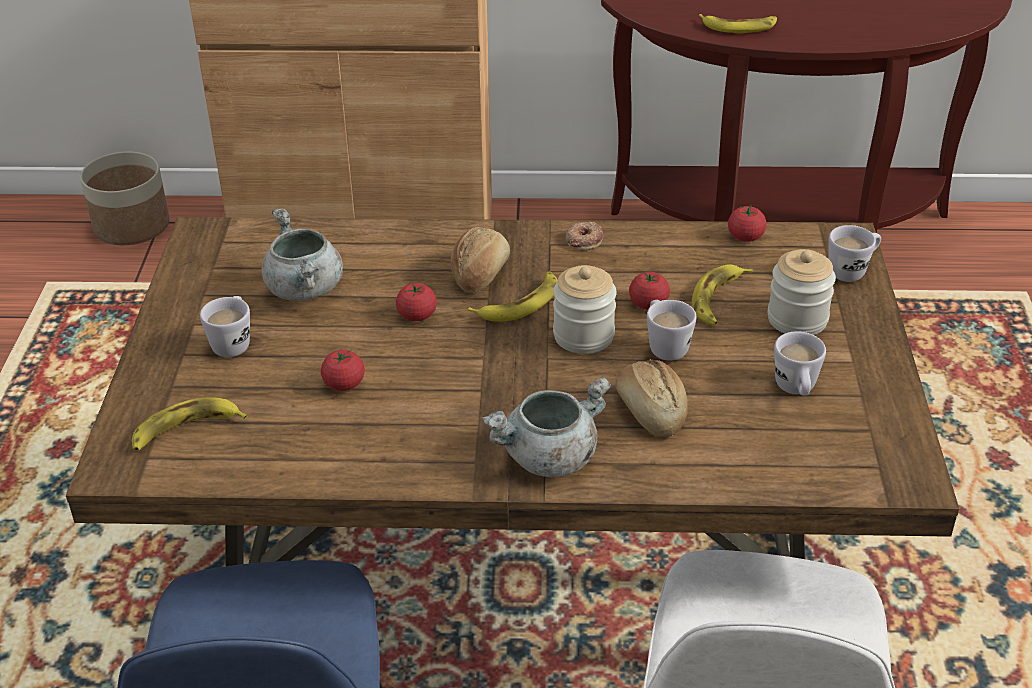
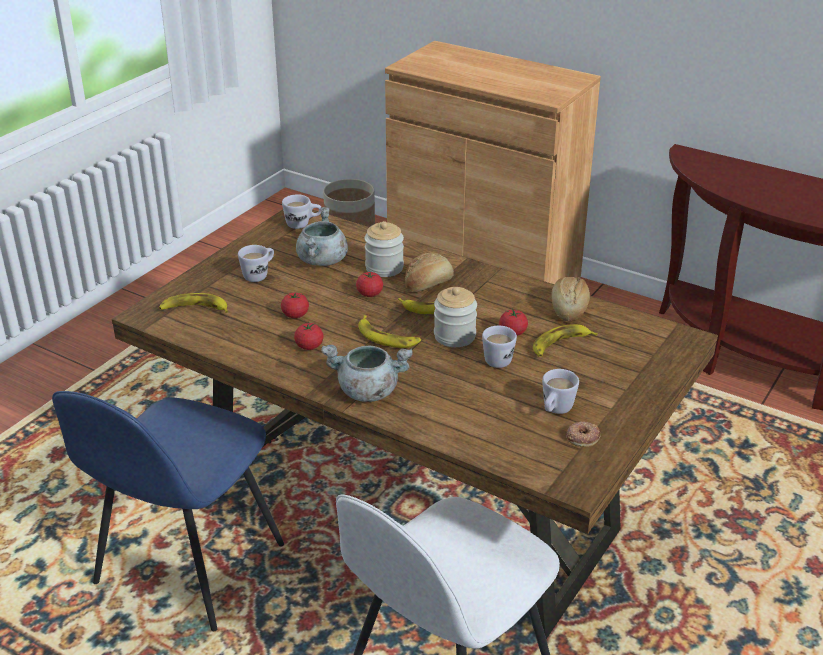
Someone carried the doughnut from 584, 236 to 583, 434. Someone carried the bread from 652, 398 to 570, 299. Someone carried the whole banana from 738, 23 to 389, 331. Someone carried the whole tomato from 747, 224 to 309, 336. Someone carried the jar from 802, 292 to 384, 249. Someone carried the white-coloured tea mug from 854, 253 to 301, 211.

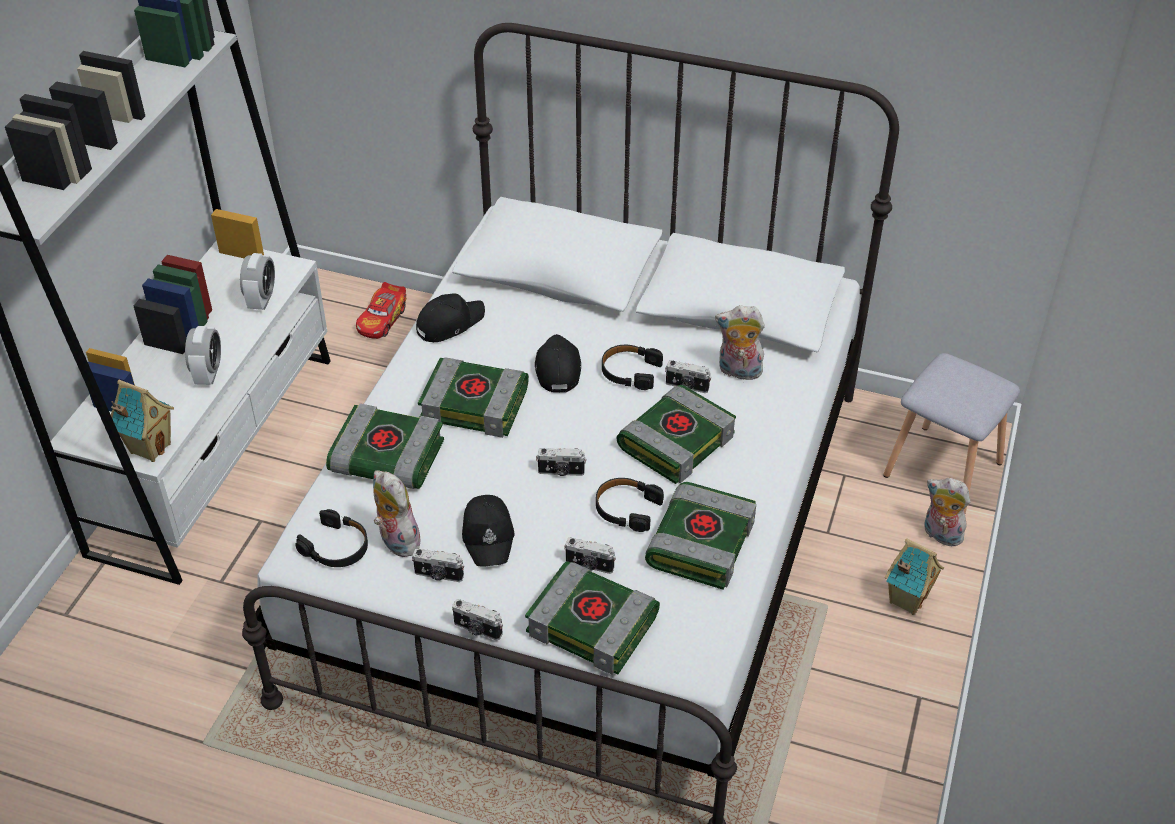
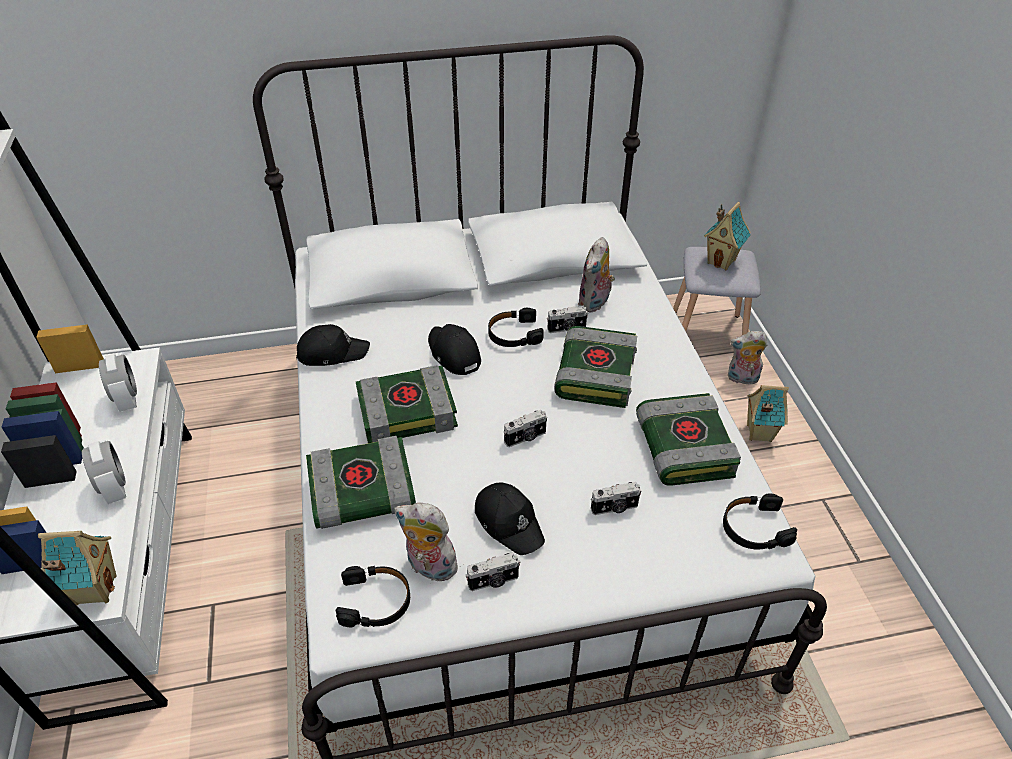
Someone took away the miniature car at 381, 310. Someone rotated the blackish cap at 450, 318 by 60 degrees clockwise. Someone took away the photo camera at 477, 619. Someone took away the book at 592, 618. Someone carried the blackish headset from 630, 505 to 760, 521. Someone rotated the plush toy at 740, 342 by 45 degrees counterclockwise. Someone put down the miniature house at 727, 236.

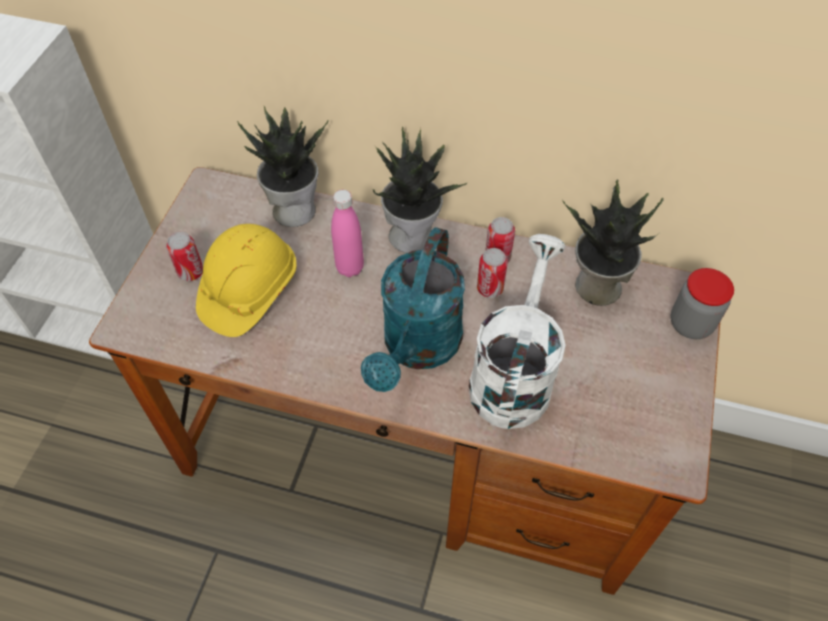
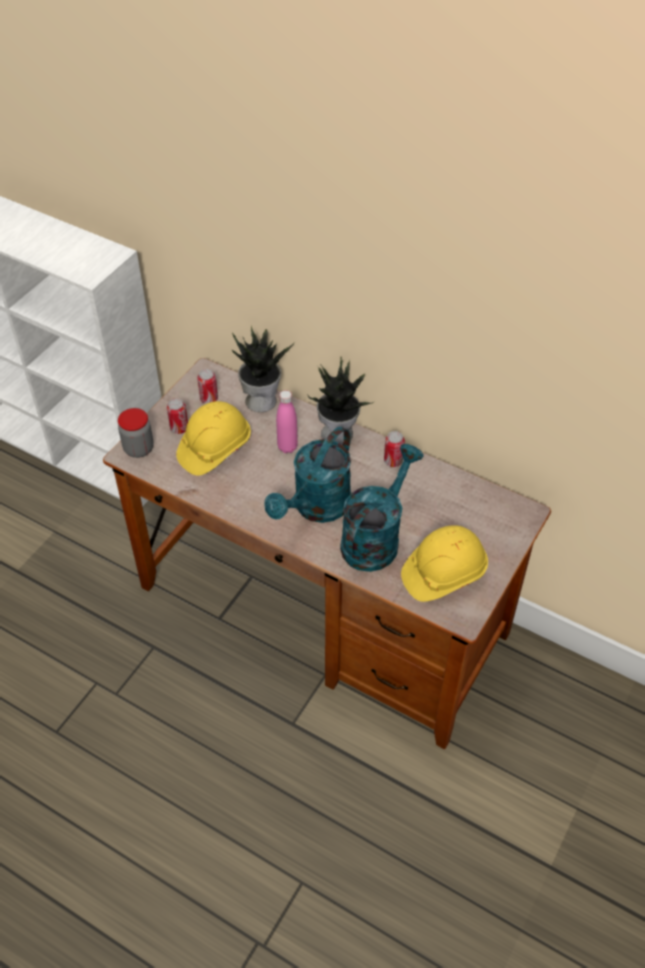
Someone repainted the white-coloured watering can at 517, 331, which became the blue-green watering can at 382, 508. Someone carried the can from 492, 273 to 207, 386. Someone took away the plant in a pot at 613, 243. Someone carried the jar from 702, 303 to 136, 433. Someone put down the yellow hard hat at 444, 563.

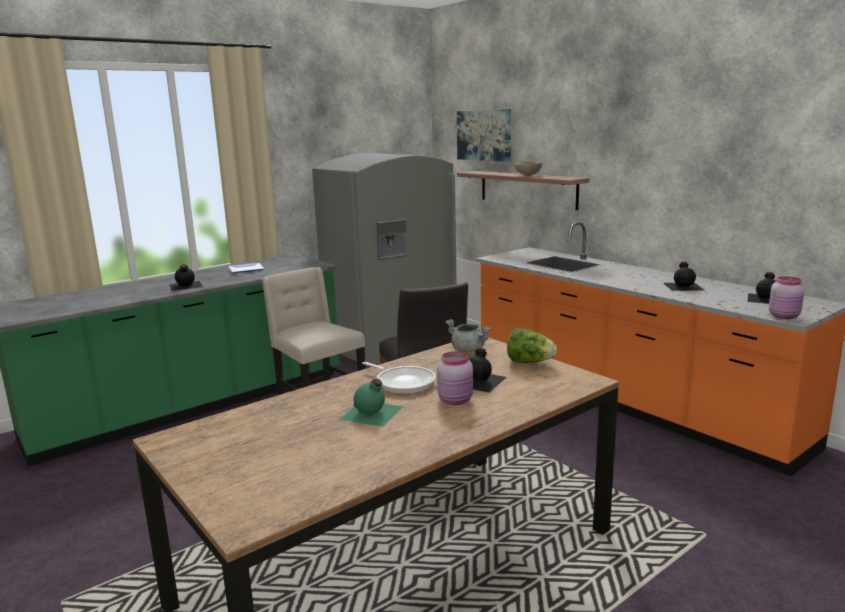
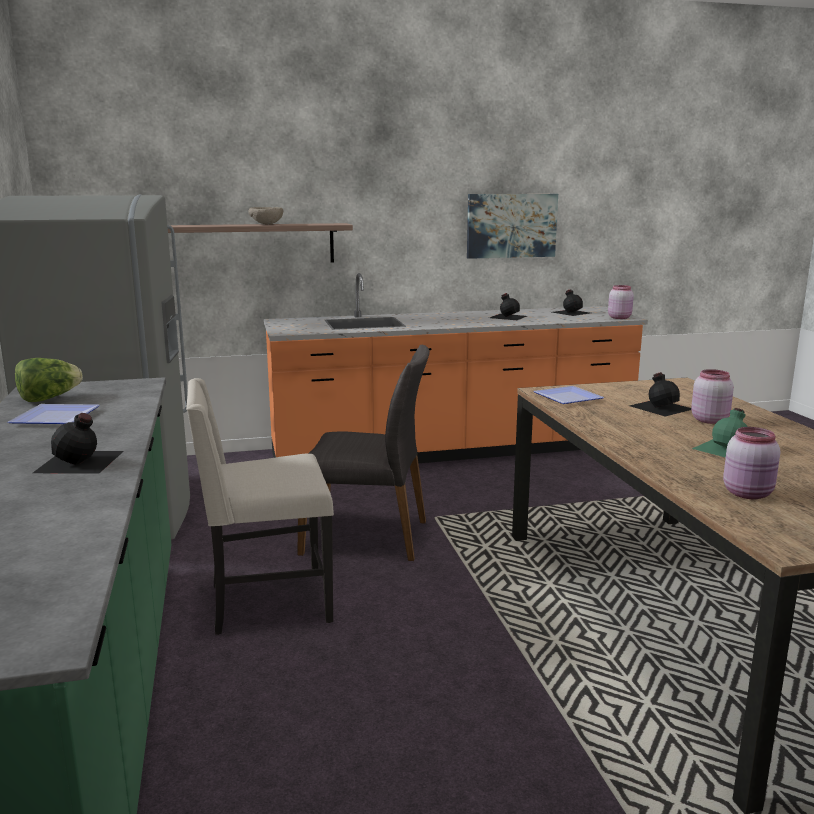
Someone took away the frying pan at 399, 378. Someone swapped the grey stockpot at 468, 335 for the dinner plate at 568, 395. Someone carried the picture from 484, 135 to 512, 226. Someone carried the lettuce head from 532, 345 to 49, 380. Someone put down the pink jar at 751, 463.

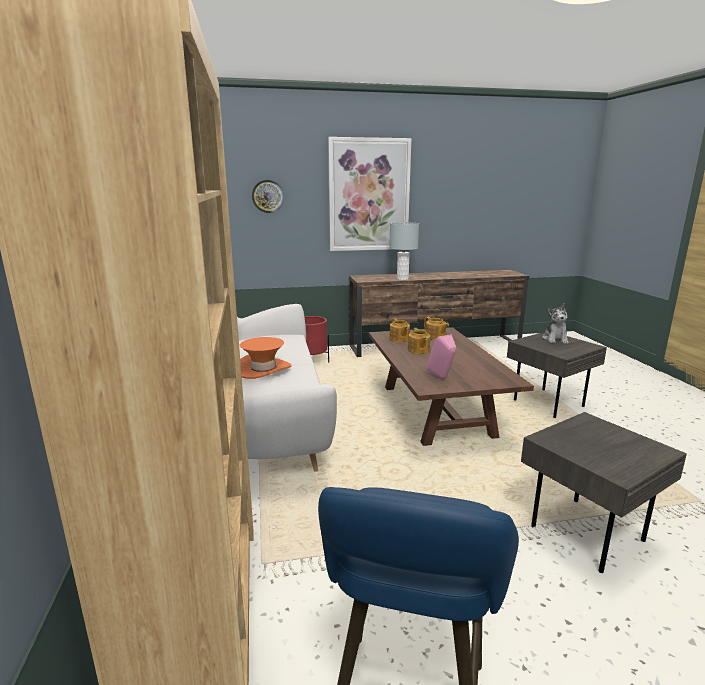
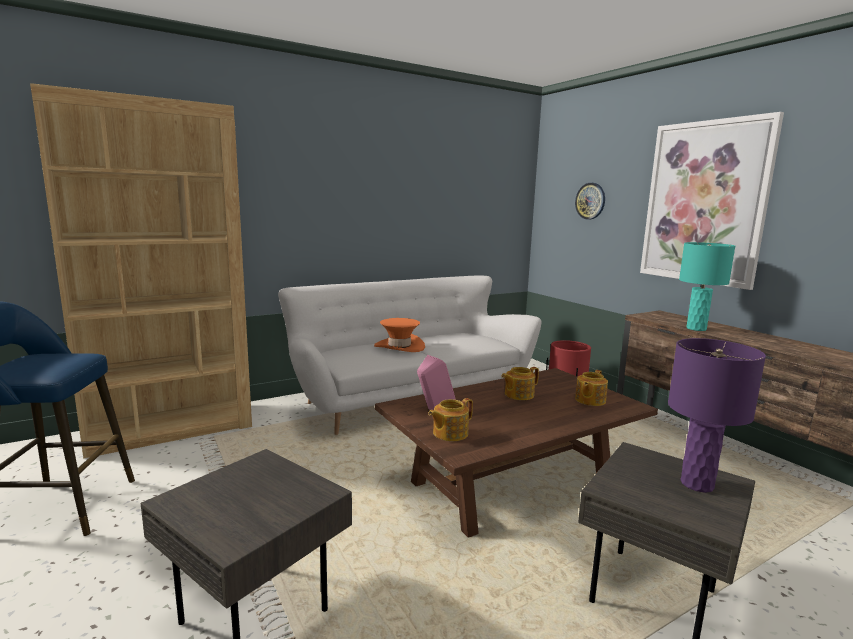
Someone repainted the grey lamp for a table at 404, 251, which became the blue-green lamp for a table at 707, 286. Someone carried the pot for tea from 399, 330 to 450, 419. Someone swapped the plush toy at 556, 323 for the purple-coloured lamp for a table at 717, 415.

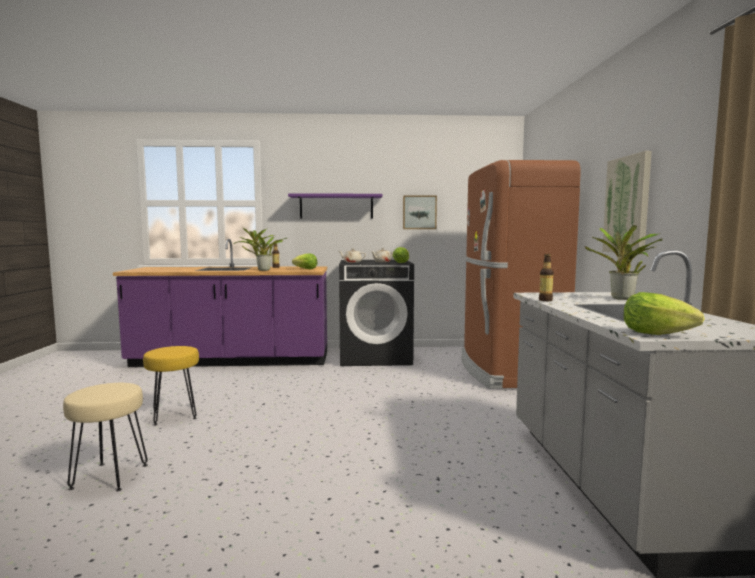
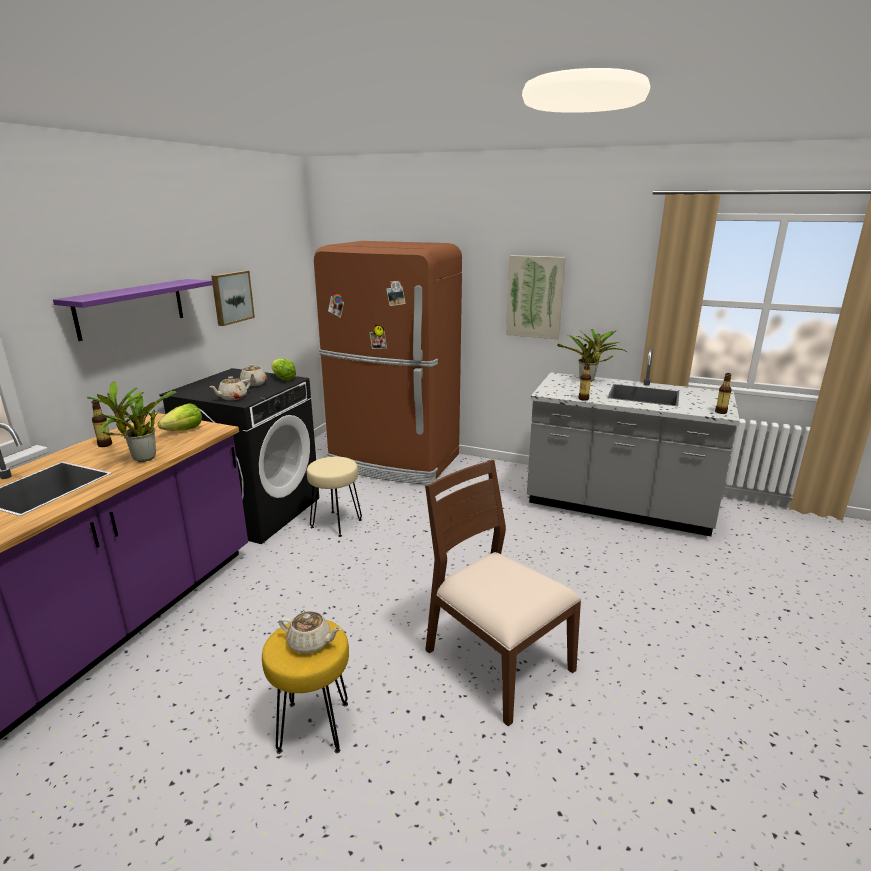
Someone carried the beige sitting stool from 105, 437 to 334, 497. Someone swapped the lettuce head at 664, 313 for the beverage bottle at 723, 393. Someone put down the beige pot for tea at 310, 632. Someone put down the brownish plain chair at 503, 593.

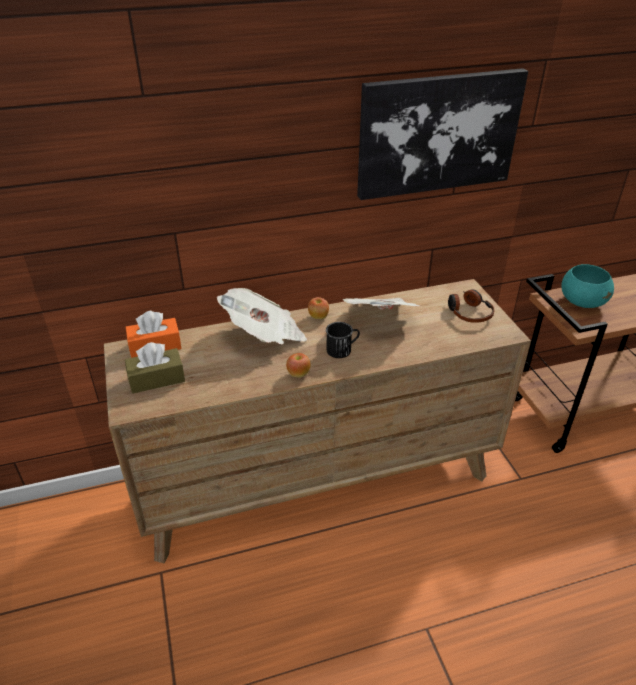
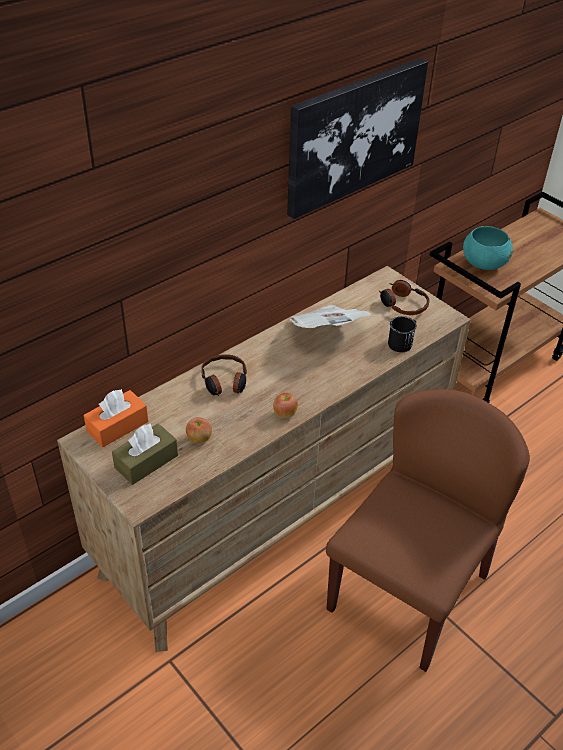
Someone swapped the printed paper at 262, 316 for the headset at 224, 375. Someone carried the apple from 318, 308 to 199, 430. Someone carried the blackish tea mug from 343, 340 to 402, 334. Someone put down the brownish plain chair at 428, 530.

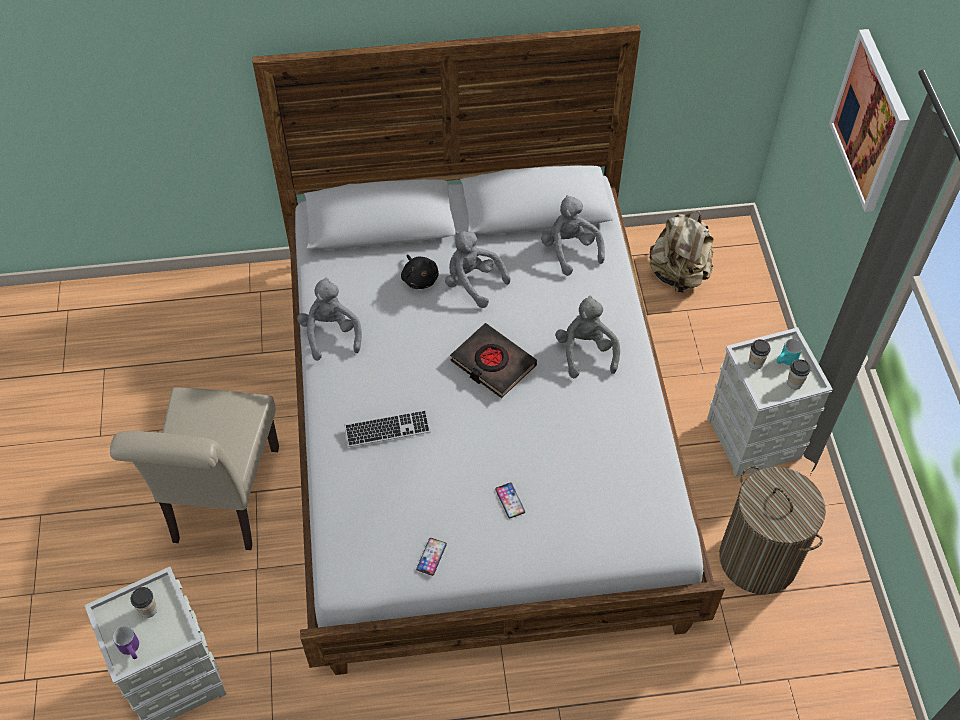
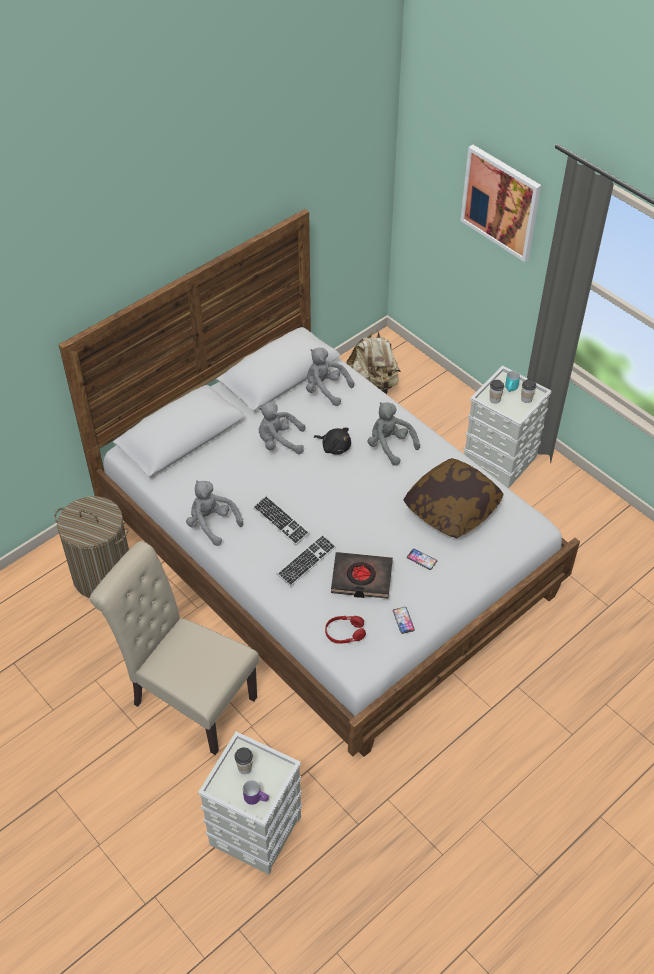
Someone rotated the beige plain chair at 194, 468 by 150 degrees clockwise. Someone carried the blackish plush toy from 420, 271 to 332, 441. Someone carried the blackish book from 493, 360 to 362, 575. Someone carried the hamper from 772, 530 to 91, 547. Someone put down the PC keyboard at 281, 520. Someone put down the red headset at 345, 630. Someone put down the throw pillow at 453, 498.

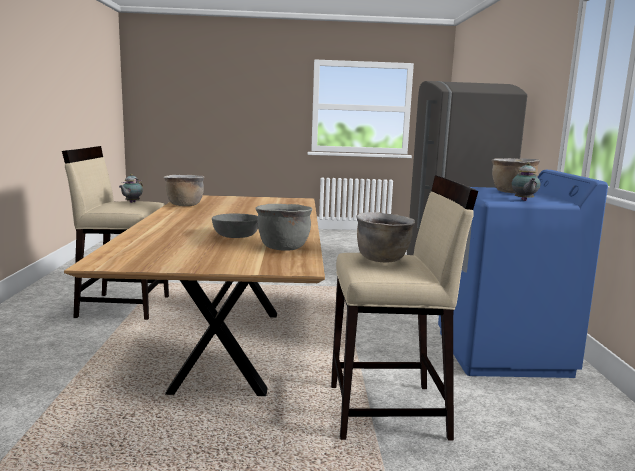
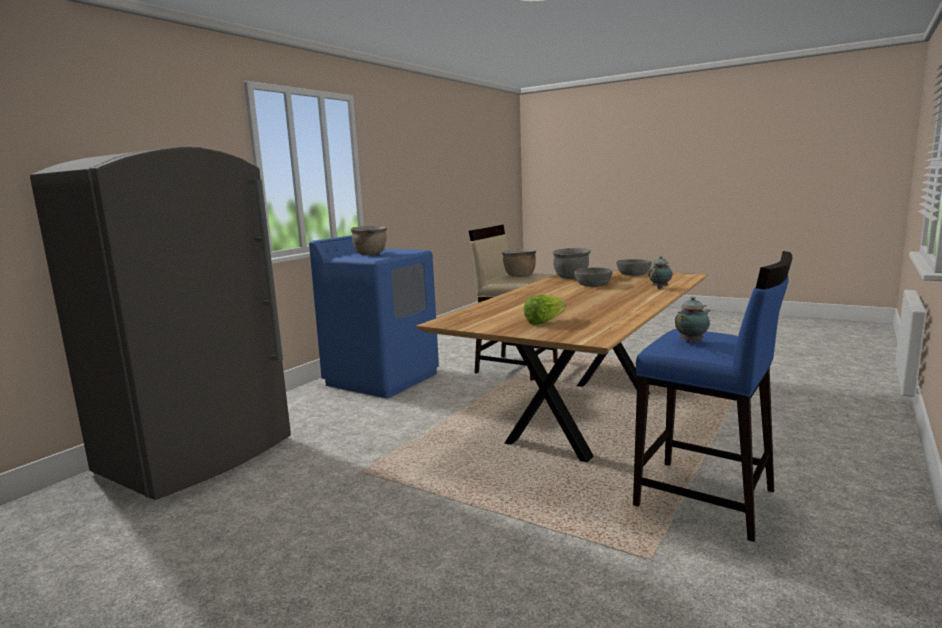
Someone repainted the beige sitting stool at 115, 233, which became the blue sitting stool at 713, 396. Someone took away the brownish stockpot at 184, 190. Someone carried the pot for tea from 525, 181 to 660, 272. Someone put down the lettuce head at 545, 310. Someone put down the grey bowl at 634, 267.

